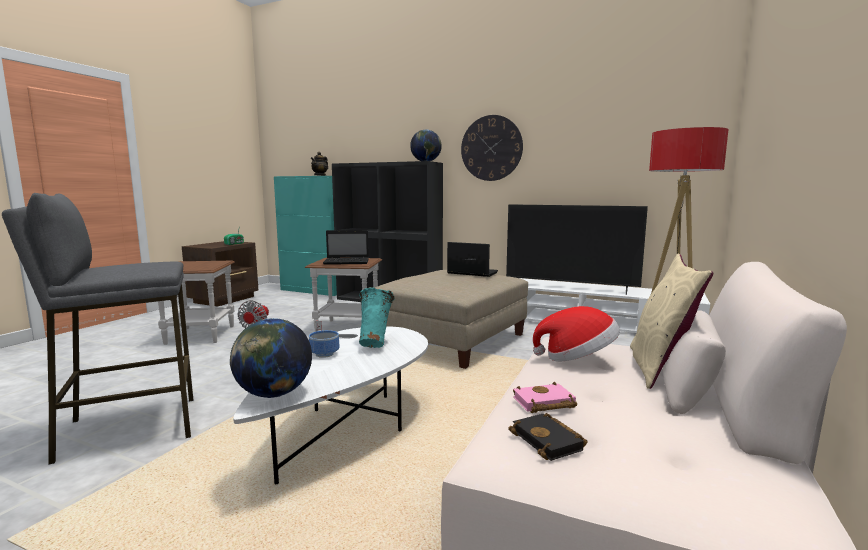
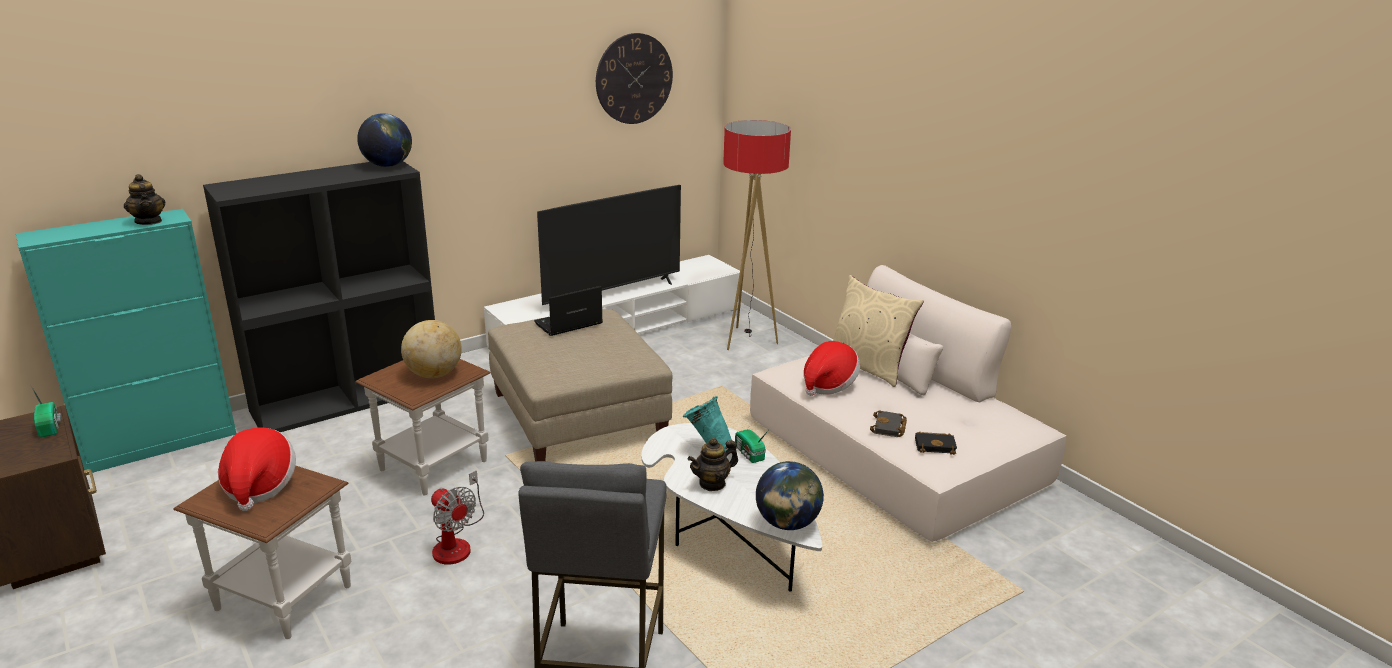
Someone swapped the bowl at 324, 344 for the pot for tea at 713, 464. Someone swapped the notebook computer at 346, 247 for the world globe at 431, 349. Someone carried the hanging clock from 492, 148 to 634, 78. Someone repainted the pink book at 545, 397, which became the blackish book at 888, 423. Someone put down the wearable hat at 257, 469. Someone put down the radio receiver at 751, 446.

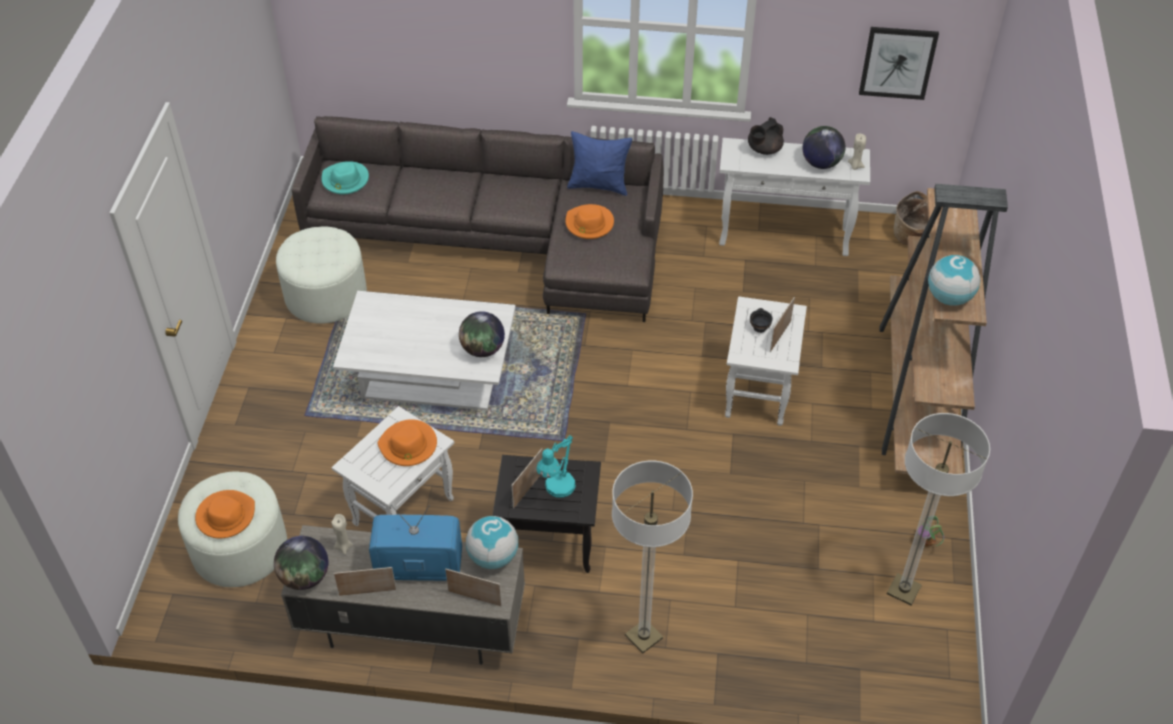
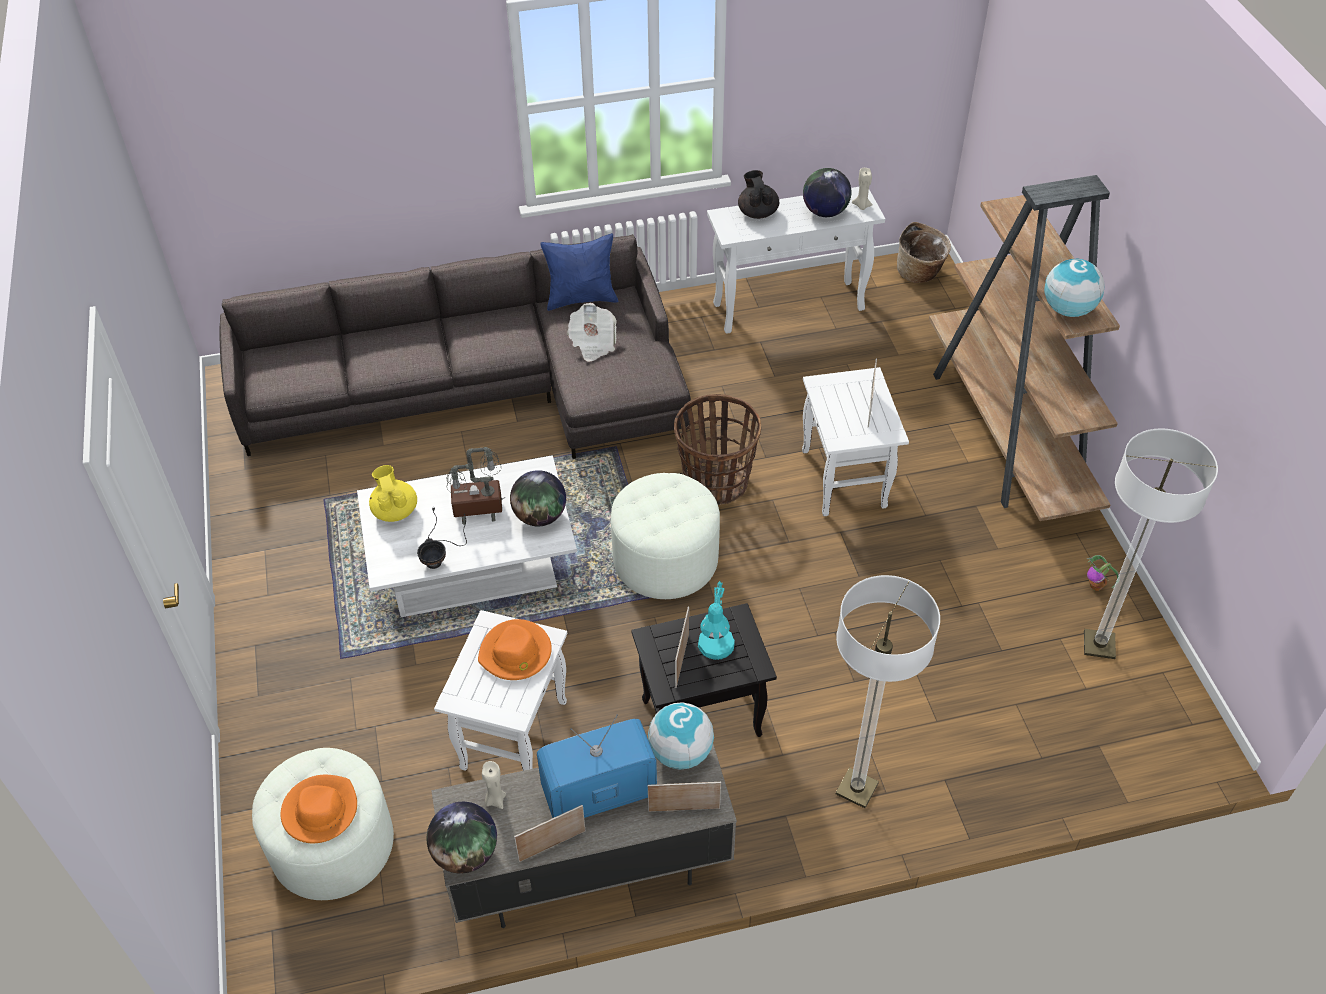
Someone carried the white-coloured pouffe from 321, 275 to 665, 536. Someone took away the blue-green wearable hat at 345, 177. Someone swapped the orangey wearable hat at 589, 221 for the printed paper at 592, 332. Someone rotated the blackish pot for tea at 766, 136 by 135 degrees clockwise. Someone carried the blackish bowl from 761, 320 to 431, 553. Someone took away the picture at 899, 63. Someone put down the yellow pot for tea at 393, 493. Someone put down the lamp for a table at 466, 496. Someone put down the basket at 717, 449.

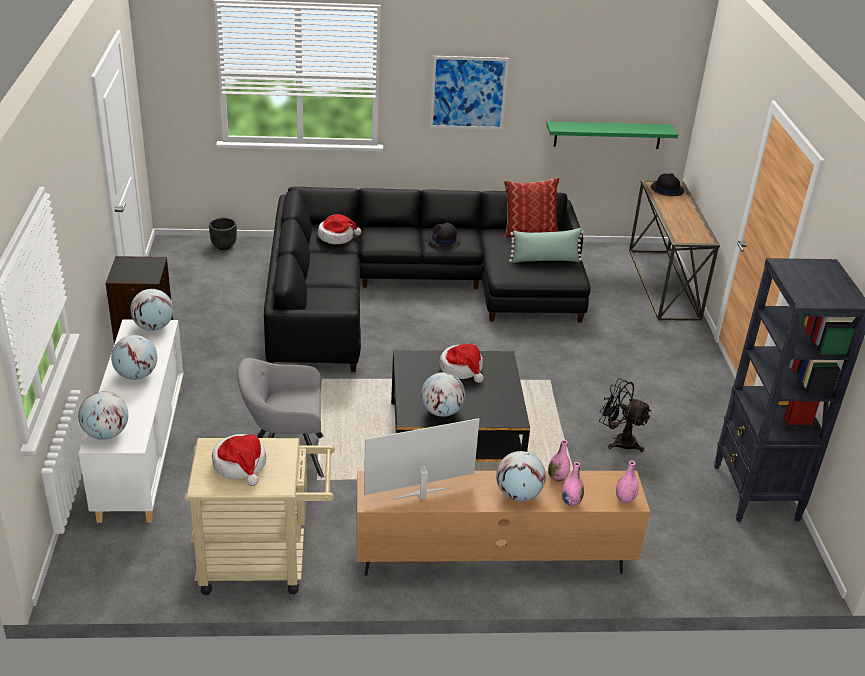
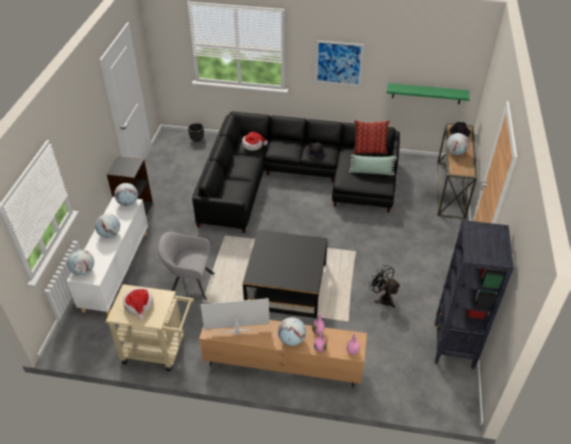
Someone carried the world globe from 443, 394 to 458, 144. Someone took away the wearable hat at 461, 363.

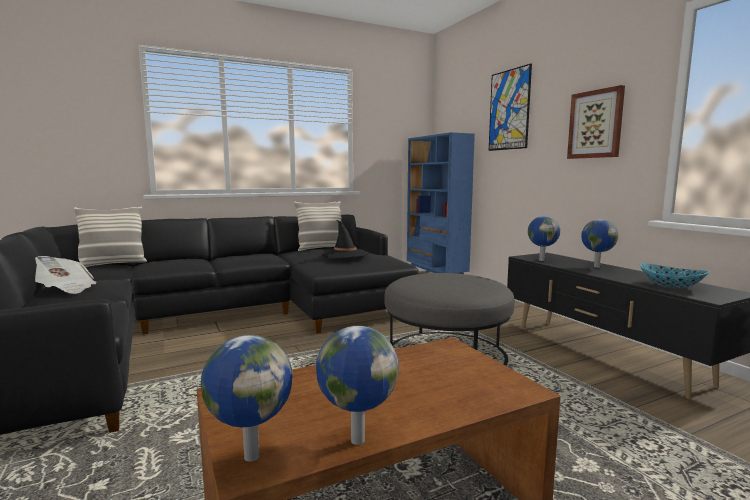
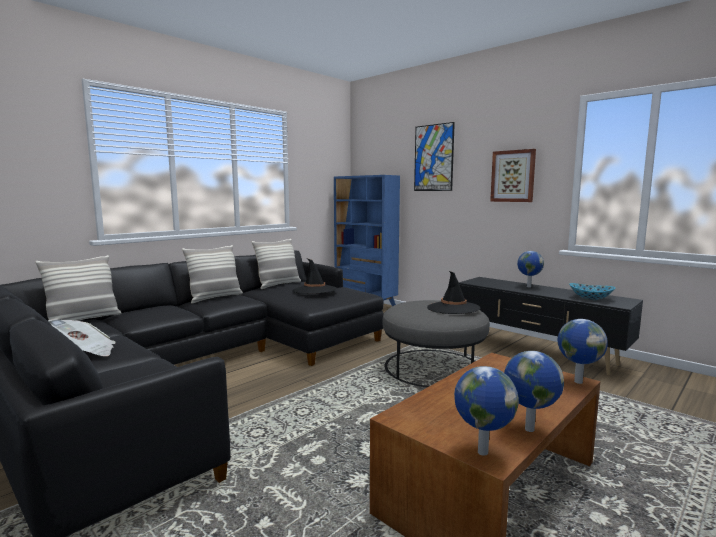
Someone carried the world globe from 544, 238 to 583, 351. Someone put down the throw pillow at 212, 274. Someone put down the blackish wearable hat at 454, 292.

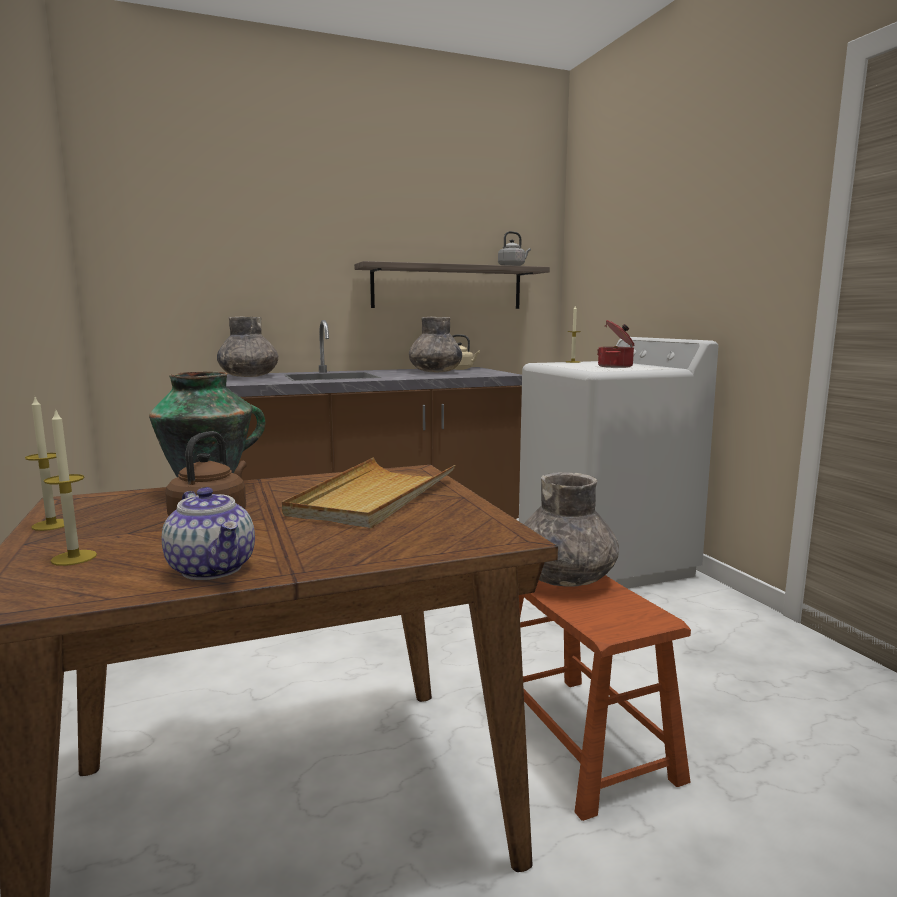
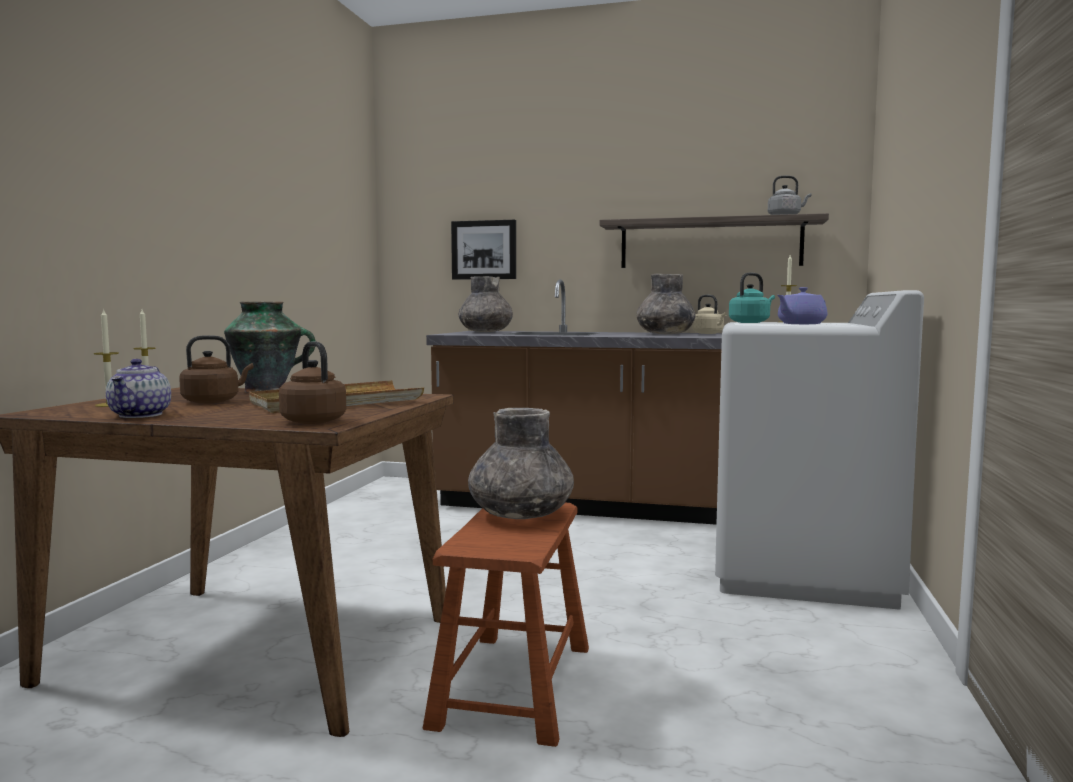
Someone swapped the stockpot at 616, 344 for the purple-coloured pot for tea at 802, 305. Someone put down the brownish kettle at 312, 382. Someone put up the picture at 483, 250. Someone put down the blue-green kettle at 752, 297.

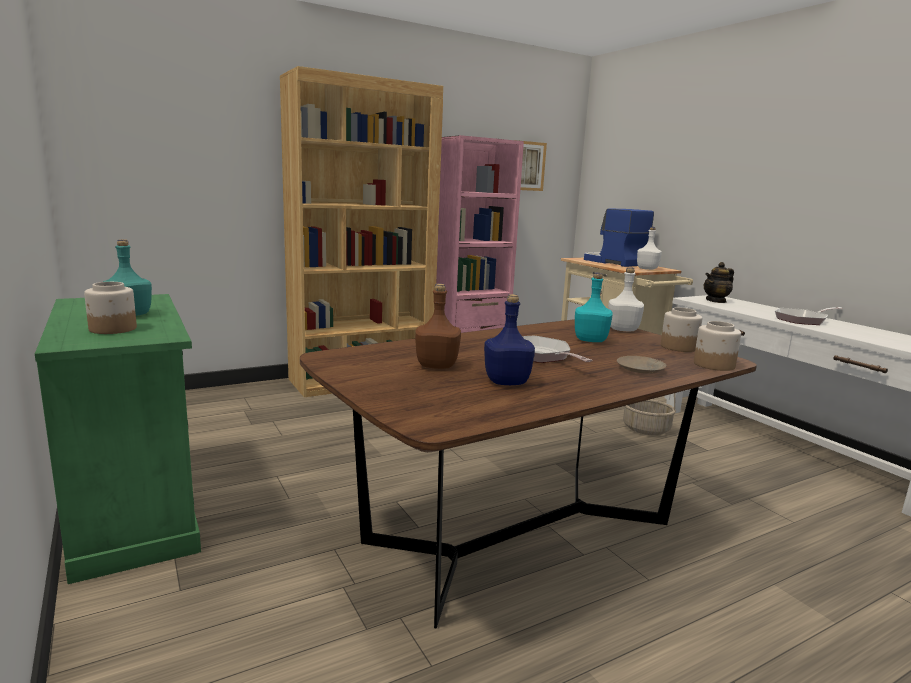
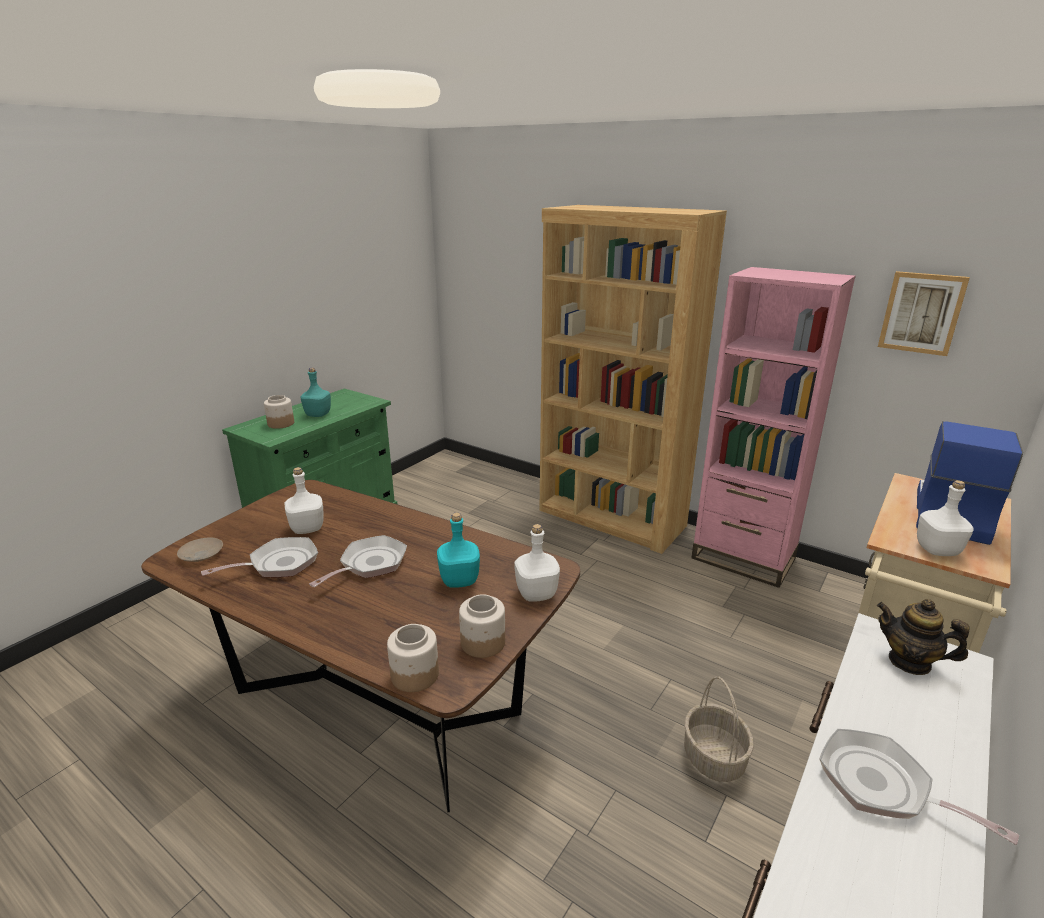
Someone repainted the brownish beverage bottle at 438, 326, which became the white-coloured beverage bottle at 304, 500. Someone swapped the blue beverage bottle at 509, 339 for the frying pan at 259, 557. Someone carried the beige dinner plate from 642, 365 to 200, 550.

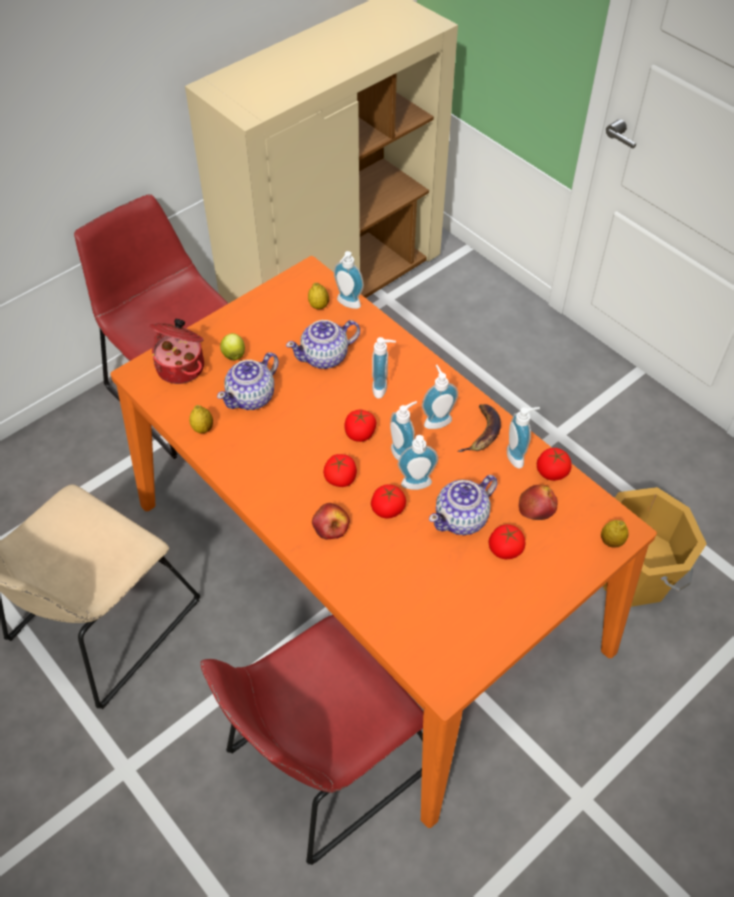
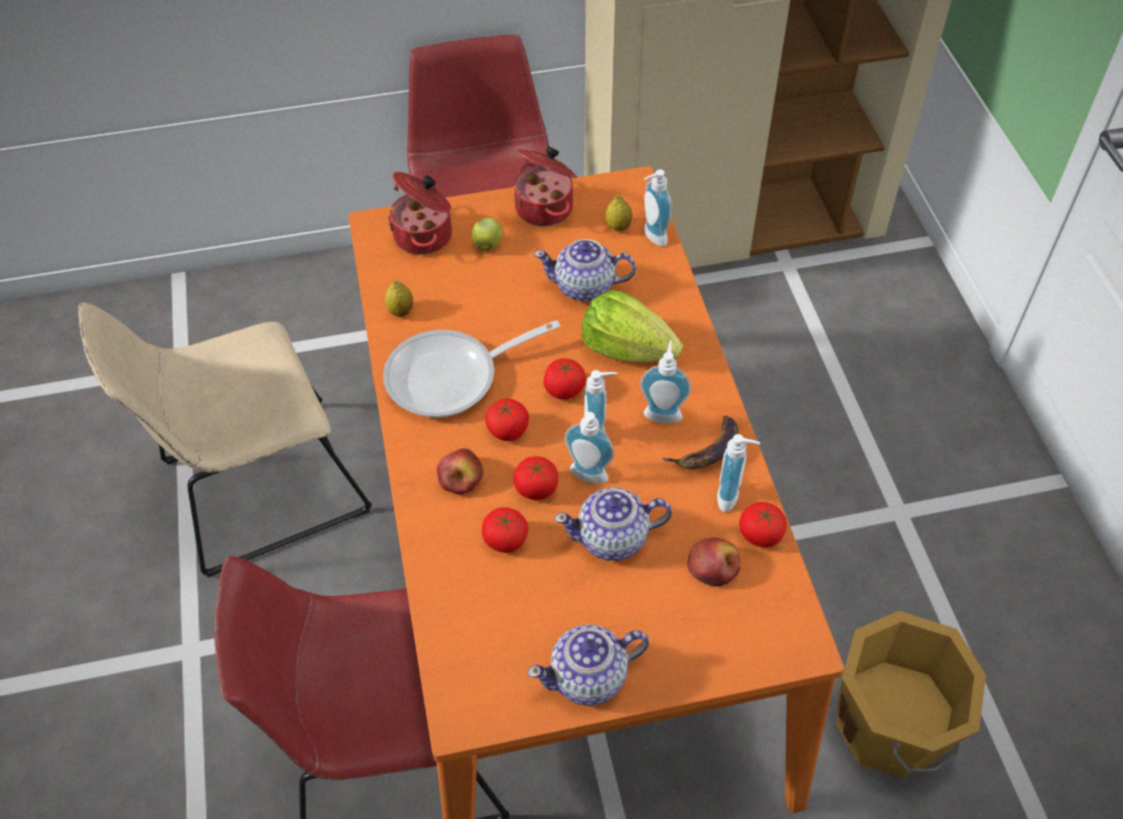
Someone carried the pot for tea from 248, 381 to 588, 665. Someone swapped the soap bottle at 384, 368 for the lettuce head at 632, 326. Someone carried the whole tomato from 507, 541 to 505, 530. Someone took away the citrus fruit at 614, 534. Someone put down the frying pan at 471, 369. Someone put down the stockpot at 545, 186.

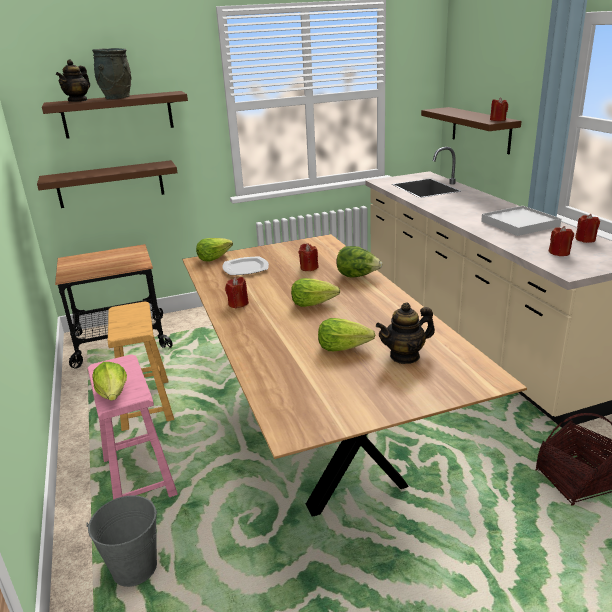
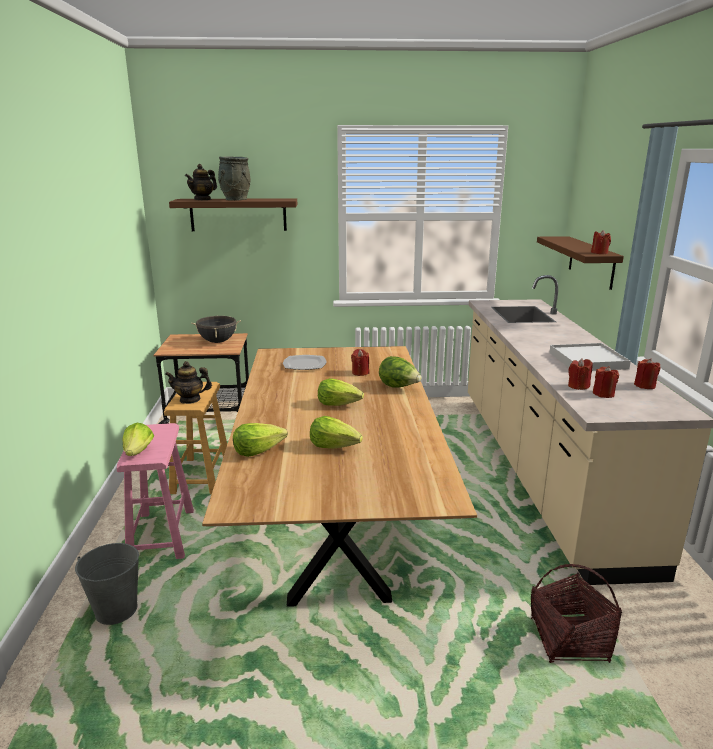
Someone took away the brownish bracket shelf at 107, 184. Someone carried the lettuce head from 214, 250 to 260, 440. Someone carried the red wax light from 237, 292 to 580, 374. Someone carried the pot for tea from 405, 333 to 188, 382. Someone put down the blackish stockpot at 216, 329.

